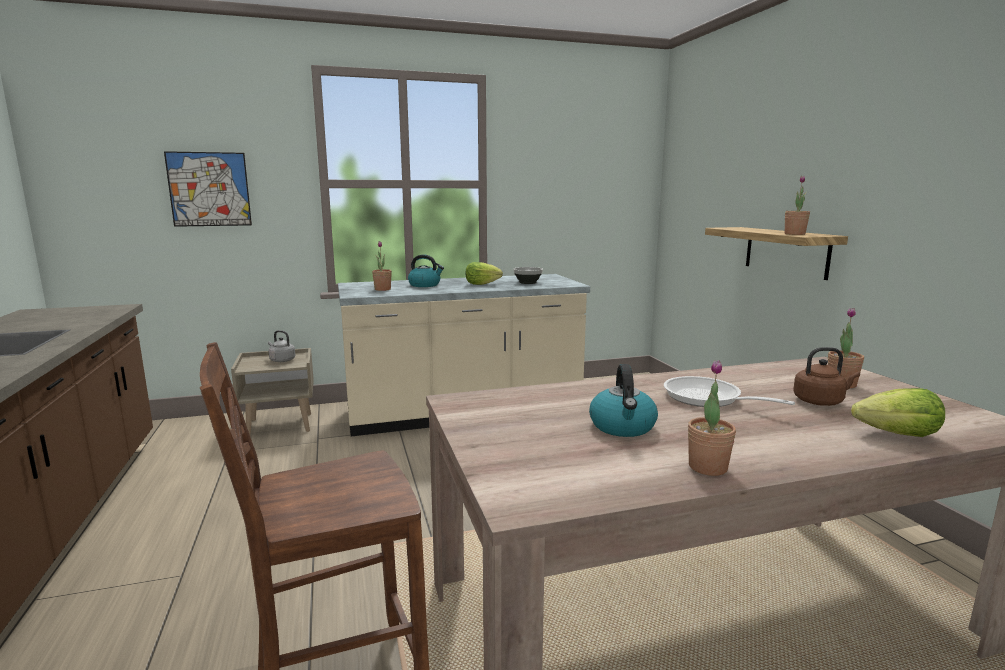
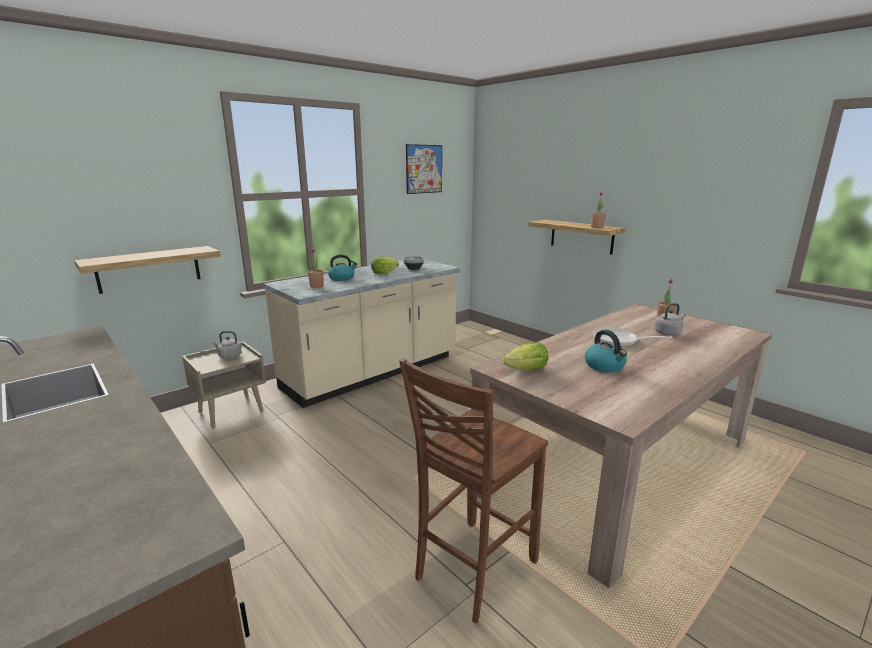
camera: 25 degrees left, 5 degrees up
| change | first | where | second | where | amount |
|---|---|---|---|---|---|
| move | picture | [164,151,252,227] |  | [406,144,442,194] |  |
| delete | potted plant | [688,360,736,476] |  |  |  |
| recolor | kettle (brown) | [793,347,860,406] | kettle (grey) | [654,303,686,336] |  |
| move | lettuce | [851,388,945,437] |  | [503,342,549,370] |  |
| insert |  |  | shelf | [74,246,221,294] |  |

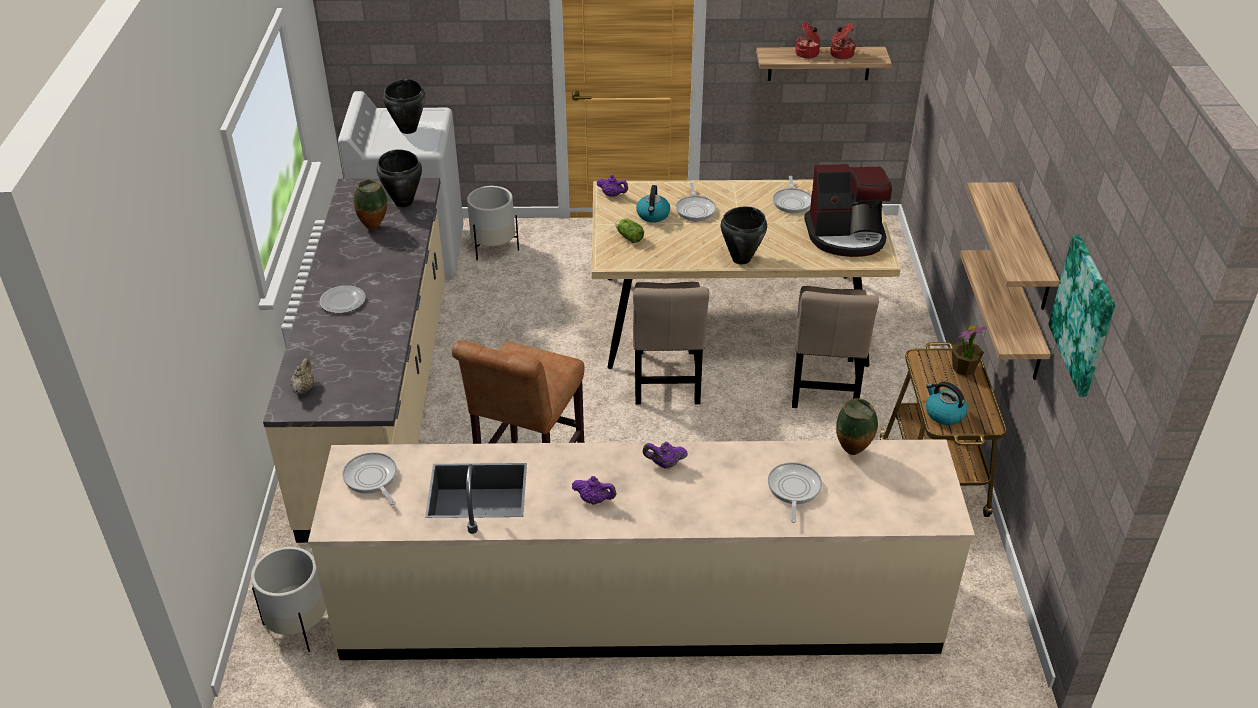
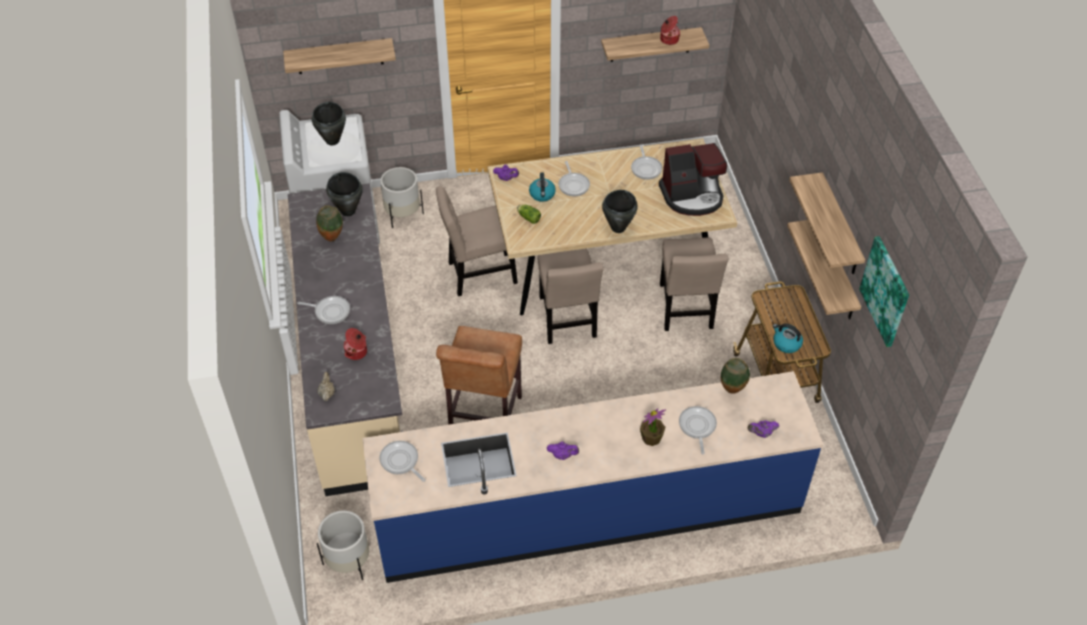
camera: 10 degrees left, 10 degrees up
| change | first | where | second | where | amount |
|---|---|---|---|---|---|
| recolor | counter (beige) | [308,439,975,660] | counter (blue) | [362,371,824,583] |  |
| replace | plate | [320,285,366,313] | frying pan | [297,296,350,324] |  |
| move | teapot (purple) | [643,442,688,469] |  | [748,420,780,438] |  |
| move | cooking pot | [795,22,820,58] |  | [344,328,367,360] |  |
| move | potted plant | [952,326,987,376] |  | [640,408,666,446] |  |
| insert |  |  | shelf | [283,38,396,74] |  |
| insert |  |  | chair (beige) | [436,186,518,296] |  |

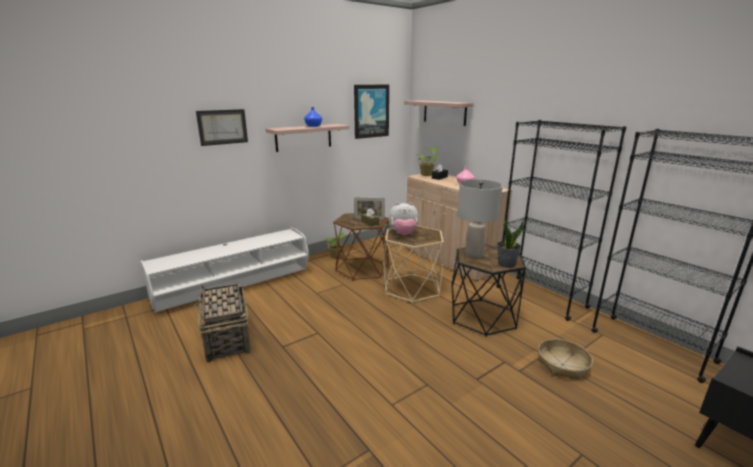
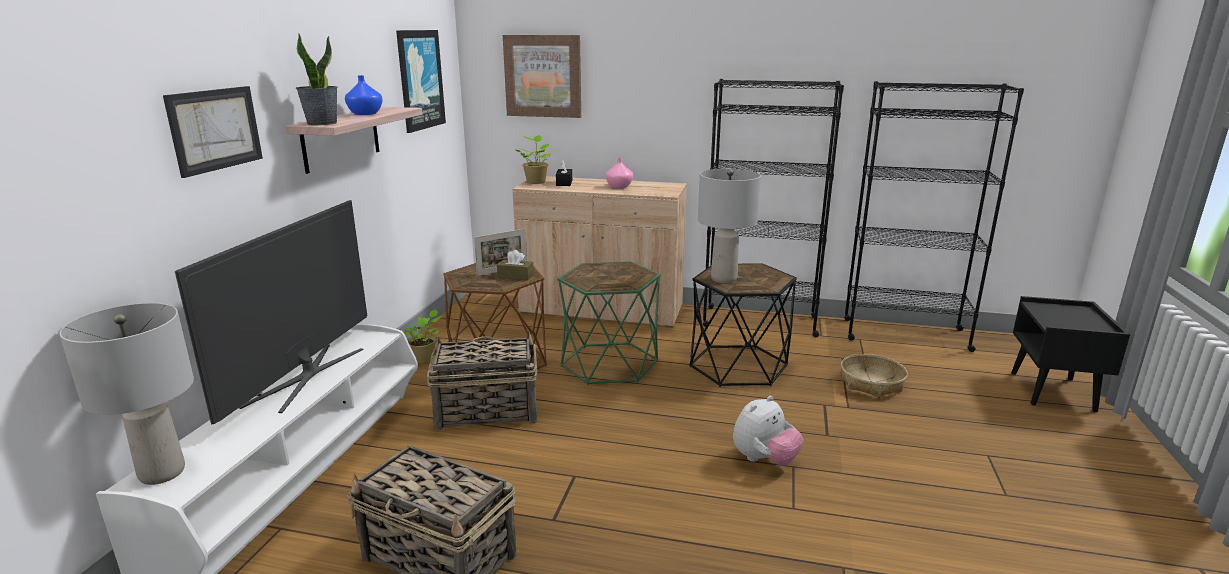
camera: 40 degrees left, 0 degrees up
| change | first | where | second | where | amount |
|---|---|---|---|---|---|
| recolor | side table (beige) | [383,225,444,303] | side table (green) | [557,261,661,385] |  |
| move | plush toy | [389,202,419,235] |  | [733,396,803,466] |  |
| replace | shelf | [404,100,474,126] | picture | [503,35,581,118] |  |
| move | potted plant | [497,219,524,268] |  | [296,33,338,125] |  |
| insert |  |  | table lamp (grey) | [59,303,194,485] |  |
| insert |  |  | television | [175,200,367,424] |  |
| insert |  |  | basket | [427,331,538,430] |  |

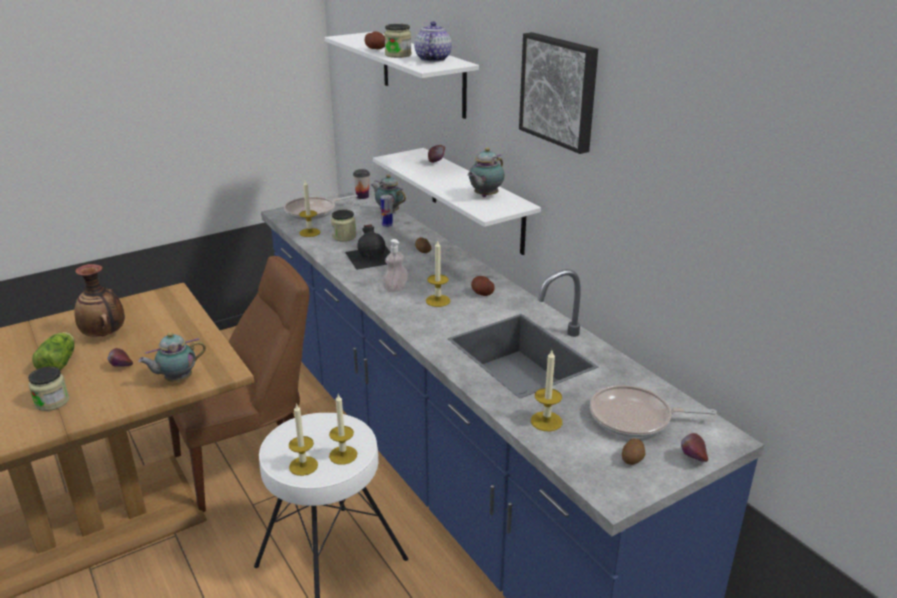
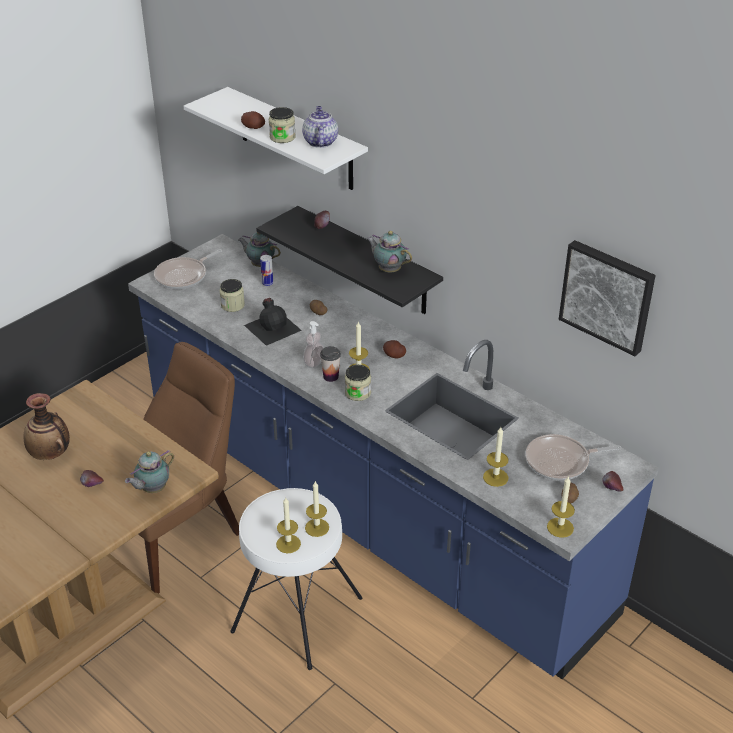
camera: 15 degrees left, 10 degrees up
| change | first | where | second | where | amount |
|---|---|---|---|---|---|
| move | jar | [28,366,69,411] |  | [345,365,371,401] |  |
| delete | lettuce | [32,332,75,371] |  |  |  |
| move | candle | [299,180,321,237] |  | [547,477,575,538] |  |
| move | cup | [353,169,370,199] |  | [320,346,341,382] |  |
| recolor | shelf (white) | [373,148,541,255] | shelf (black) | [256,206,443,314] |  |
| rotate | teapot | [468,148,504,197] |  | [367,231,412,272] | 105 degrees clockwise |
| move | picture | [519,32,598,154] |  | [559,240,656,356] |  |

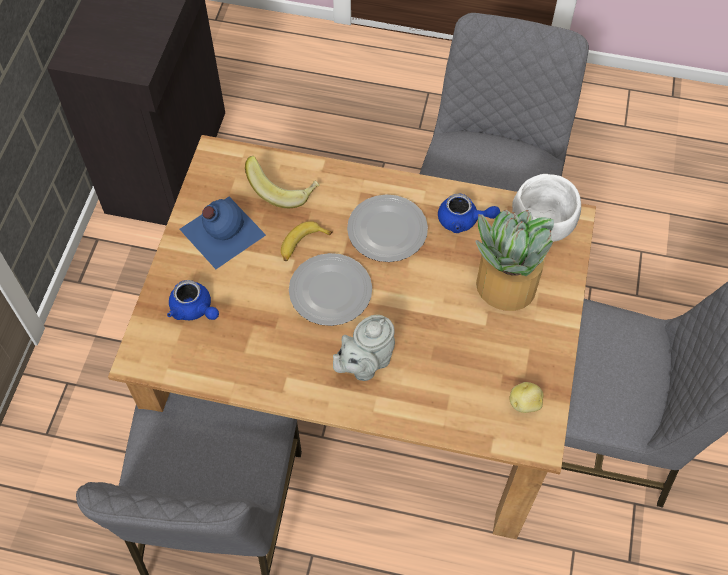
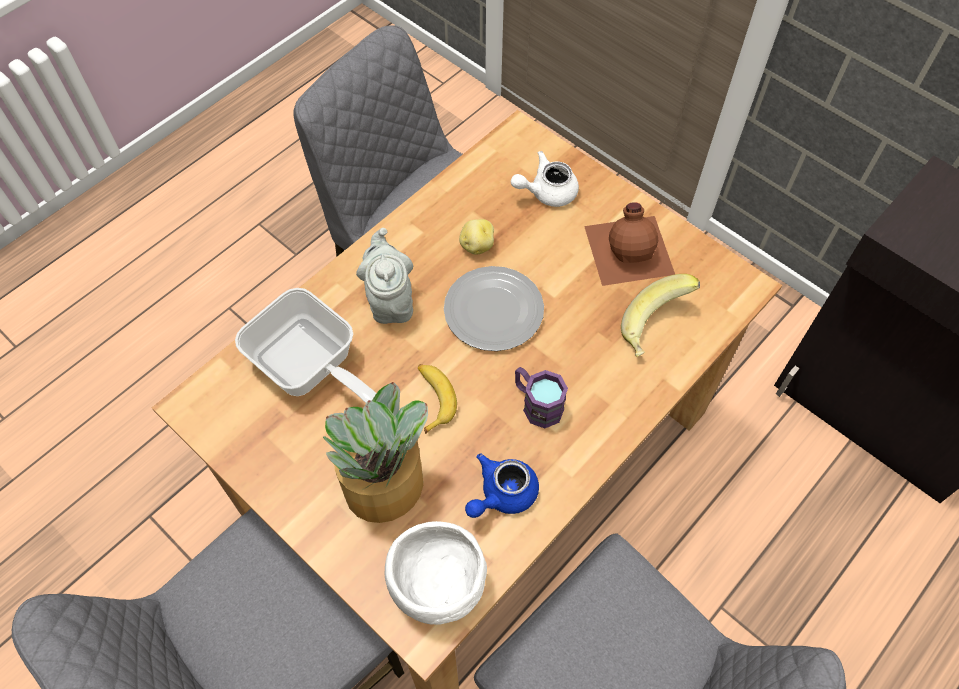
camera: 120 degrees right, 0 degrees up
| change | first | where | second | where | amount |
|---|---|---|---|---|---|
| recolor | teapot (blue) | [167,280,219,320] | teapot (white) | [511,151,579,207] |  |
| recolor | bottle (blue) | [179,197,266,269] | bottle (brown) | [584,202,675,286] |  |
| move | banana | [281,221,333,261] |  | [418,364,457,434] |  |
| replace | plate | [347,194,428,262] | mug (purple) | [515,367,568,428] |  |
| move | potato | [509,382,544,413] |  | [459,219,494,254] |  |
| insert |  |  | frying pan | [235,288,376,403] |  |

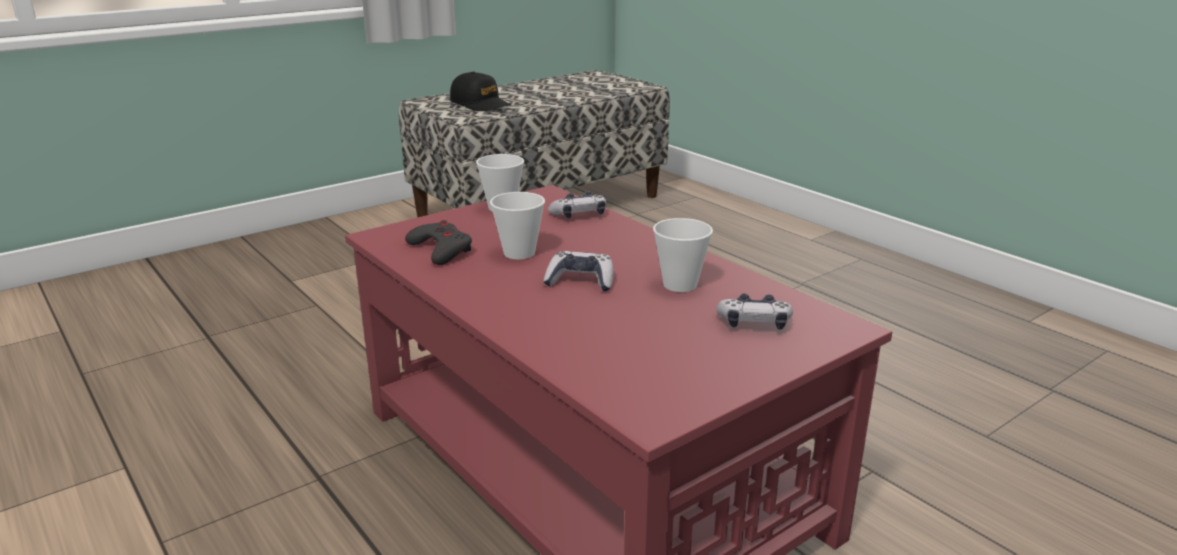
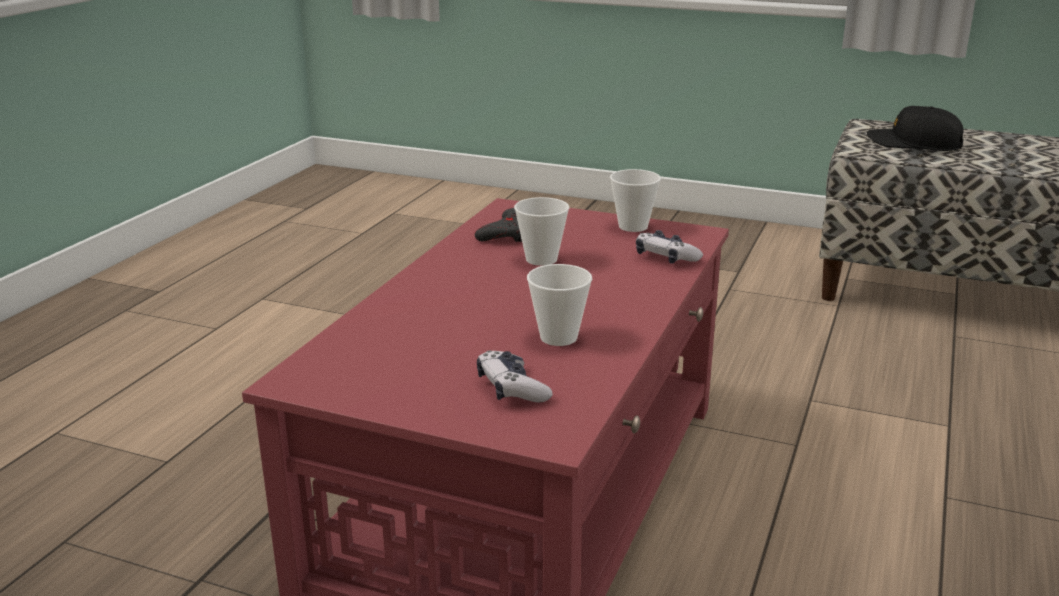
camera: 60 degrees right, 0 degrees up
| change | first | where | second | where | amount |
|---|---|---|---|---|---|
| rotate | cap (black) | [450,72,511,111] |  | [867,106,964,151] | 105 degrees clockwise |
| delete | game controller | [543,251,614,292] |  |  |  |

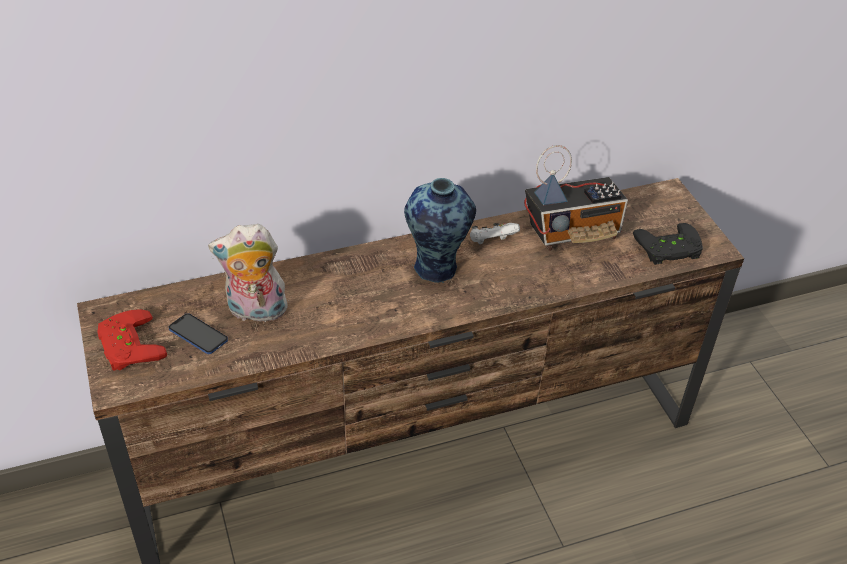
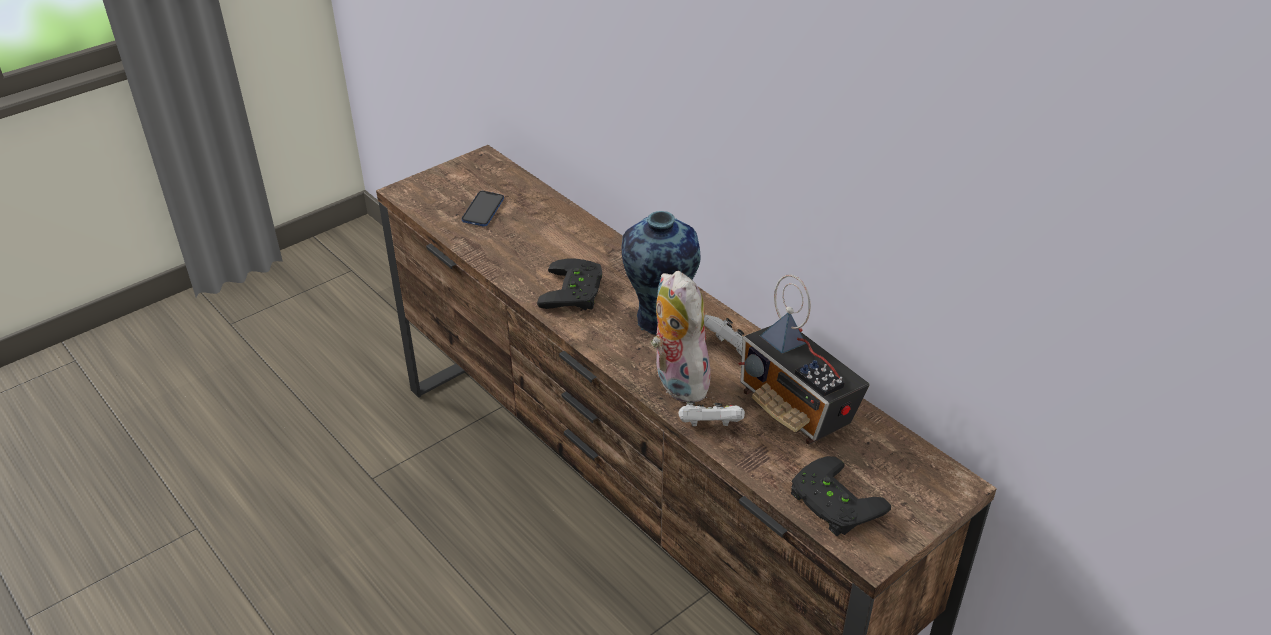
camera: 70 degrees right, 5 degrees down
| change | first | where | second | where | amount |
|---|---|---|---|---|---|
| delete | game controller (red) | [98,309,167,371] |  |  |  |
| move | plush toy | [208,224,290,322] |  | [651,270,711,402] |  |
| insert |  |  | game controller (black) | [537,258,602,310] |  |
| insert |  |  | game controller (white) | [679,401,745,426] |  |

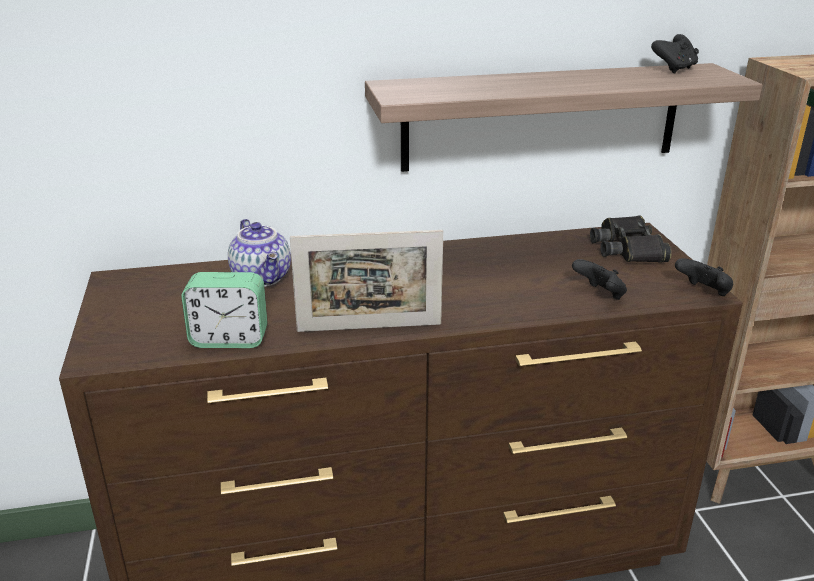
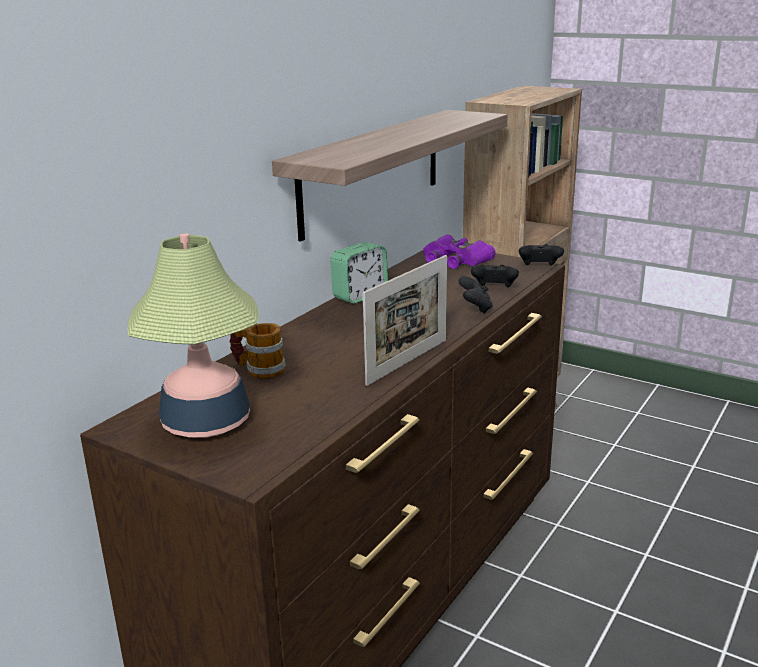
camera: 45 degrees left, 5 degrees down
| change | first | where | second | where | amount |
|---|---|---|---|---|---|
| move | alarm clock | [181,272,267,348] |  | [330,242,388,303] |  |
| replace | teapot | [228,219,291,287] | mug | [230,323,285,379] |  |
| recolor | binoculars (black) | [590,215,672,263] | binoculars (purple) | [423,234,496,269] |  |
| move | game controller (black) | [651,34,699,74] |  | [459,276,493,314] |  |
| insert |  |  | table lamp | [127,233,259,438] |  |

